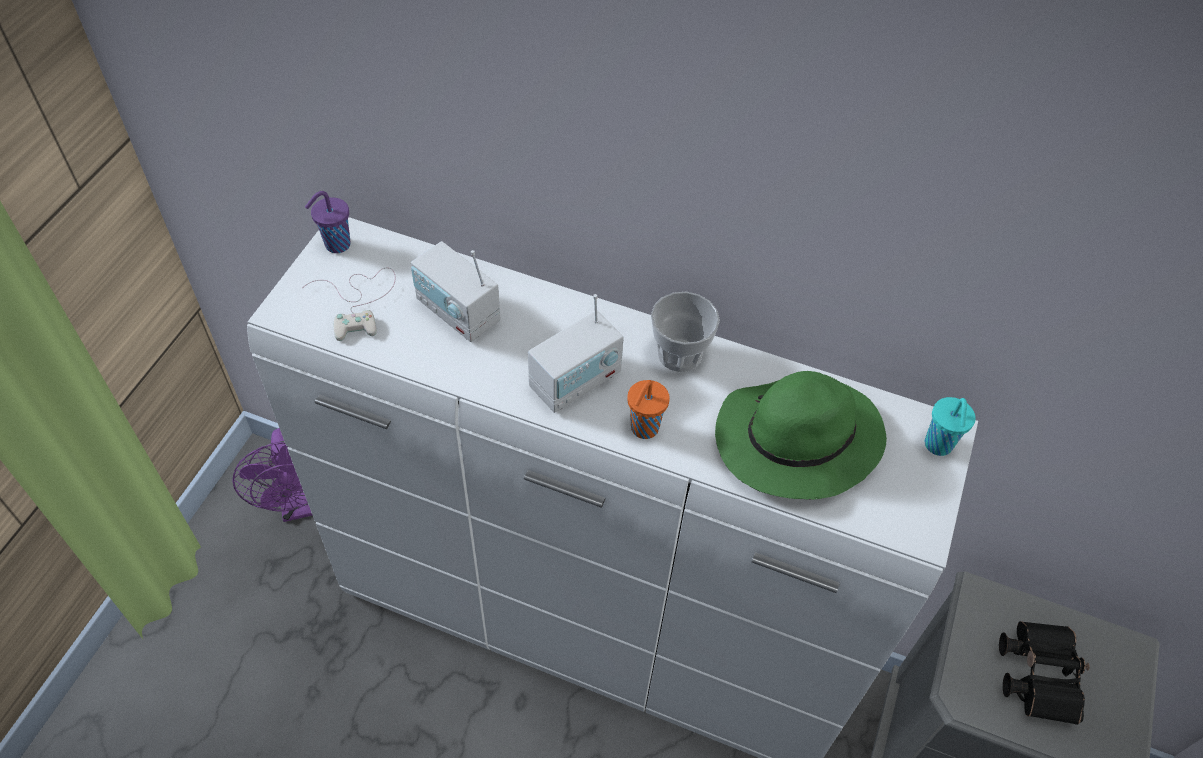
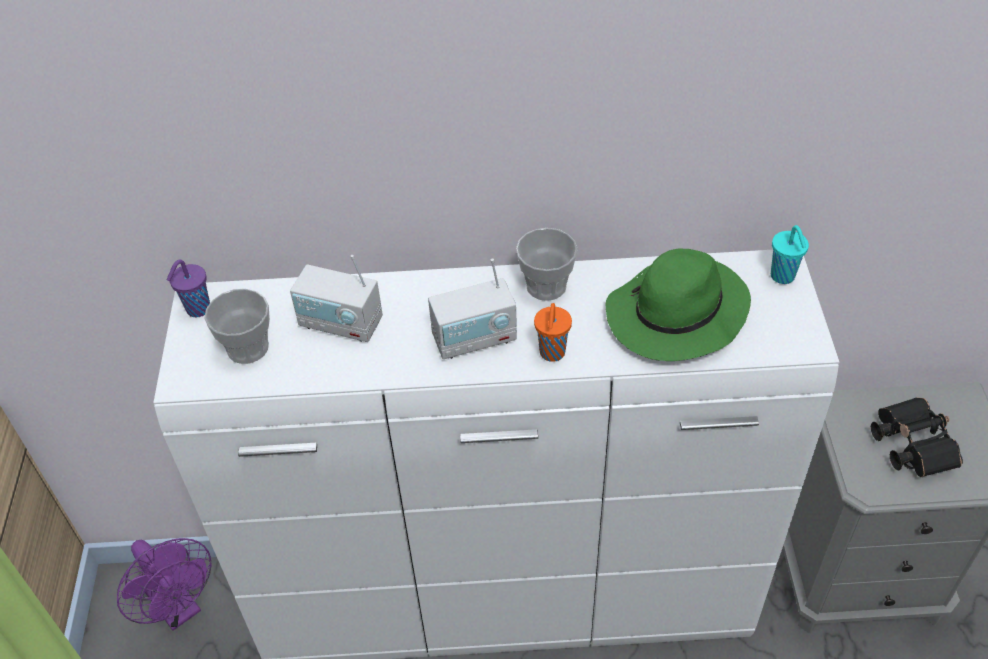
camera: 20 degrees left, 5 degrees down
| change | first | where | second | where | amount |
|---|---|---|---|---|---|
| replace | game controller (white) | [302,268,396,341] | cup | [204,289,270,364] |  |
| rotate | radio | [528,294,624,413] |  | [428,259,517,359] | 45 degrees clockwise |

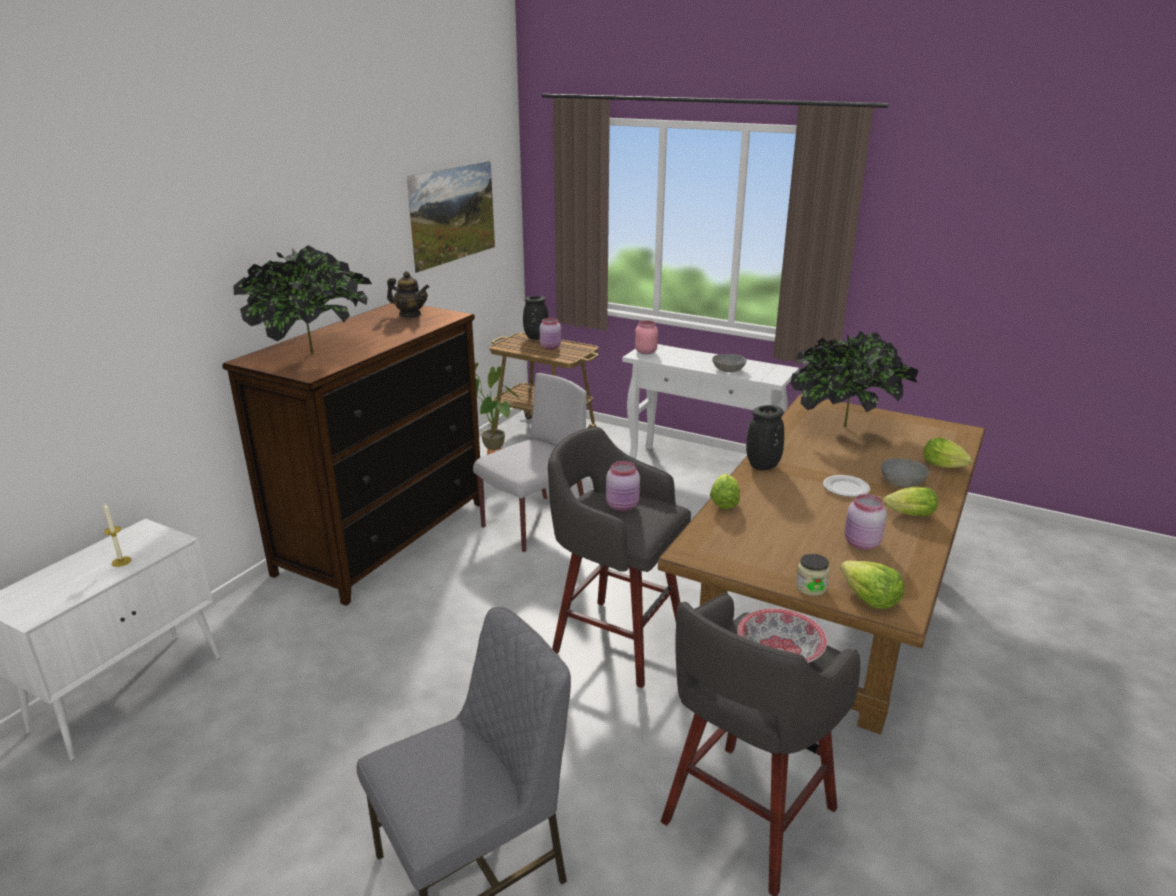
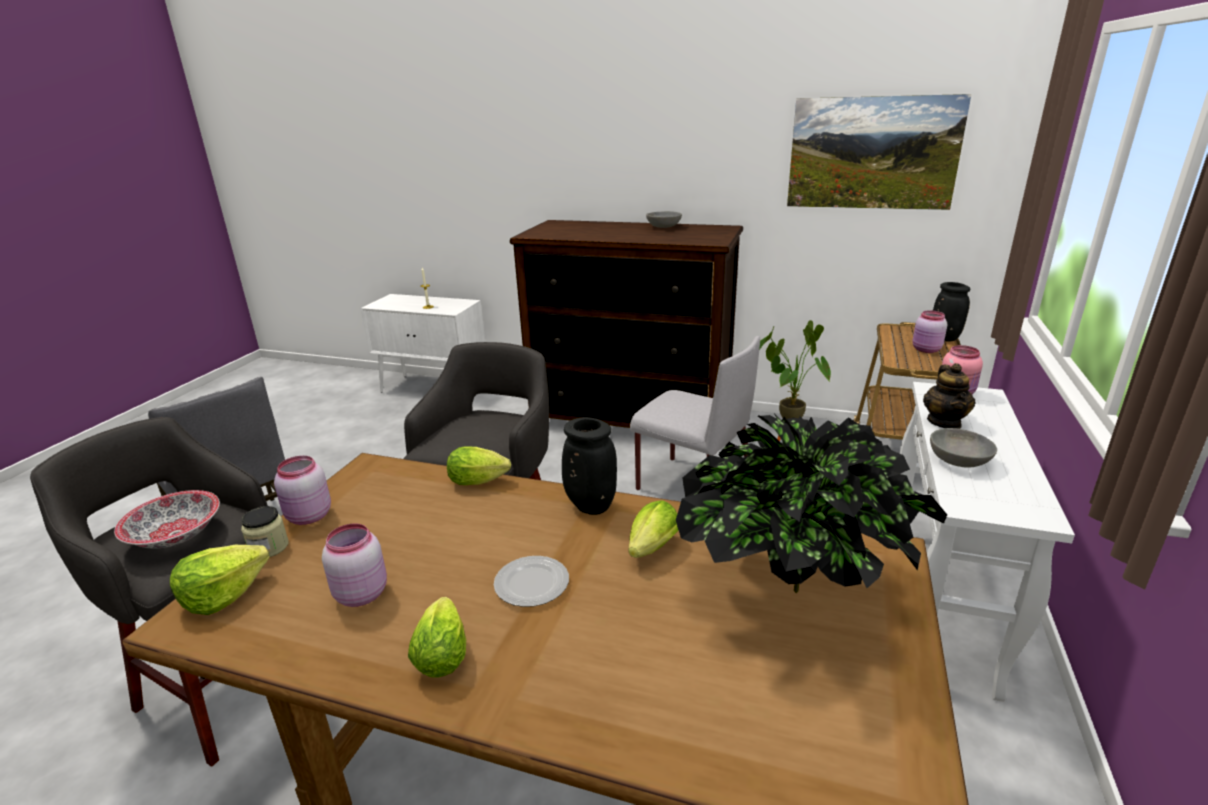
camera: 80 degrees right, 0 degrees up
| change | first | where | second | where | amount |
|---|---|---|---|---|---|
| delete | potted plant | [233,245,372,354] |  |  |  |
| move | teapot | [387,271,429,317] |  | [923,363,976,429] |  |
| move | jar (pink) | [606,461,640,511] |  | [274,455,331,525] |  |
| move | bowl (grey) | [881,458,929,487] |  | [646,211,682,228] |  |
| move | lettuce | [923,437,972,468] |  | [628,500,678,558] |  |

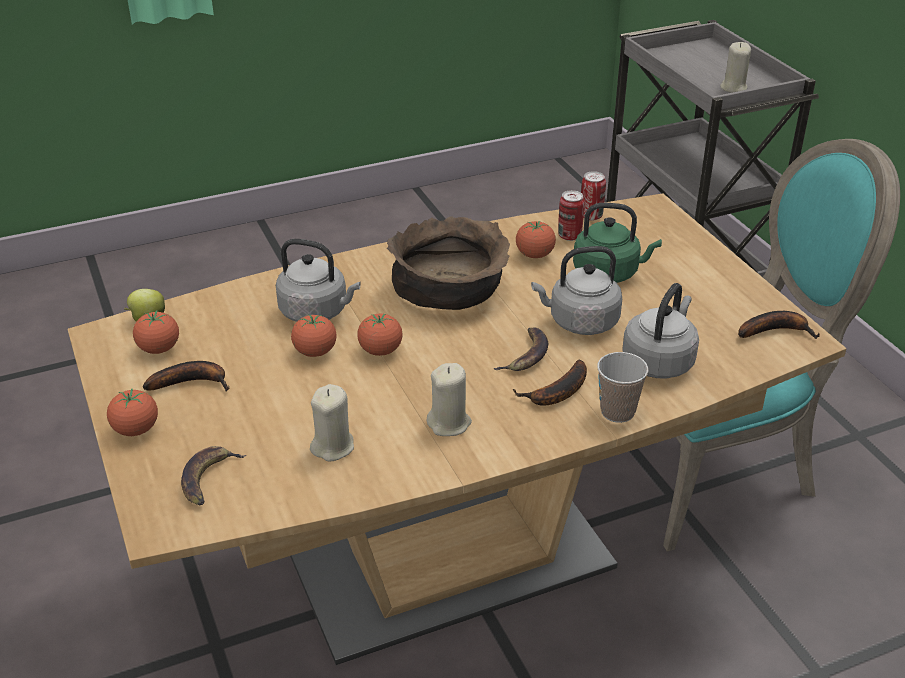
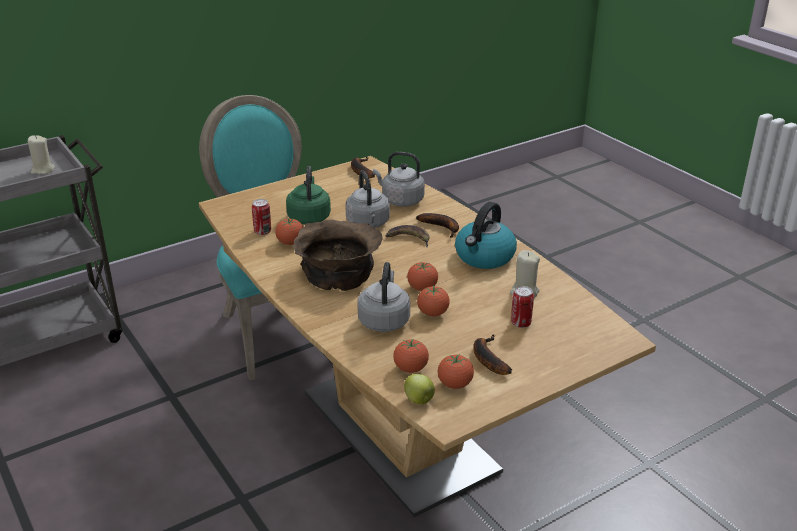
camera: 100 degrees left, 5 degrees down
| change | first | where | second | where | amount |
|---|---|---|---|---|---|
| move | tomato | [107,389,158,436] |  | [393,339,429,373] |  |
| delete | banana | [181,446,246,506] |  |  |  |
| replace | candle (beige) | [427,363,472,436] | kettle | [455,202,517,269] |  |
| move | can | [581,171,606,221] |  | [511,286,534,328] |  |
| delete | cup | [597,352,648,423] |  |  |  |

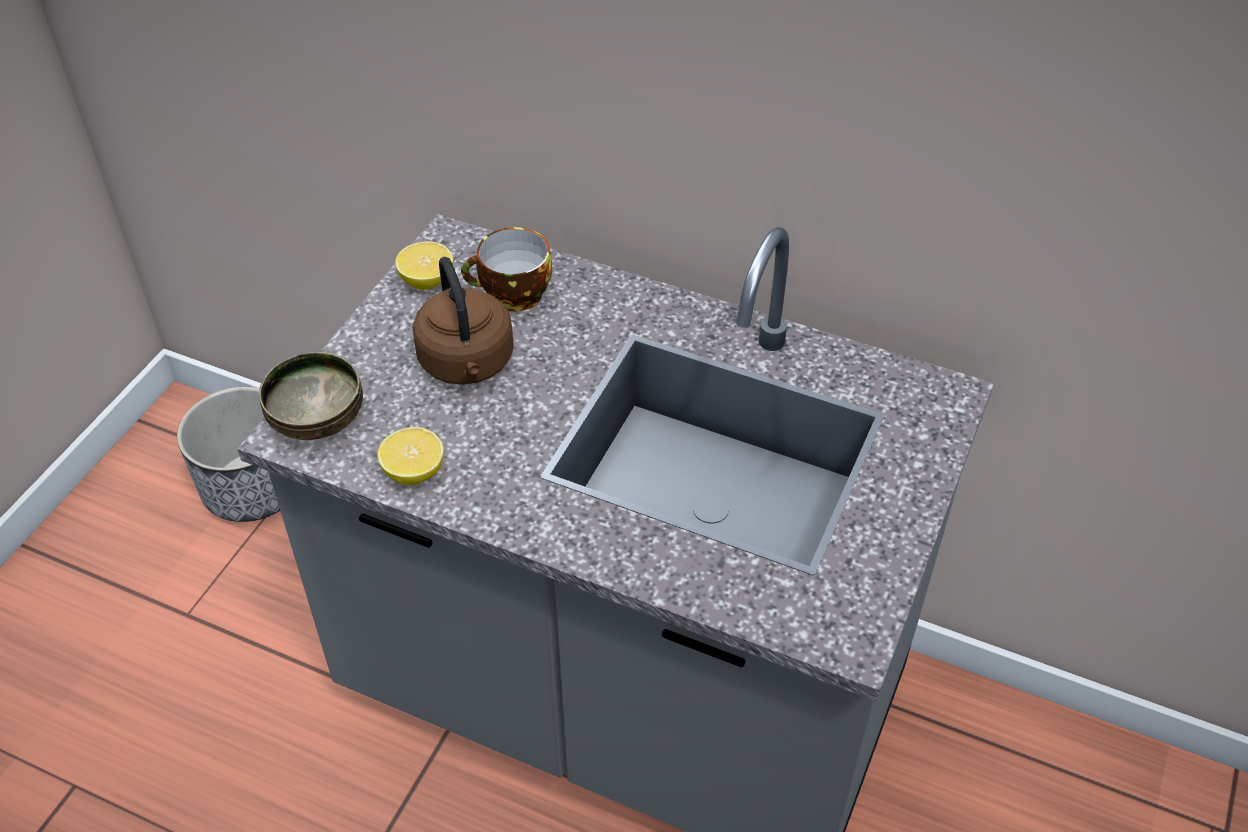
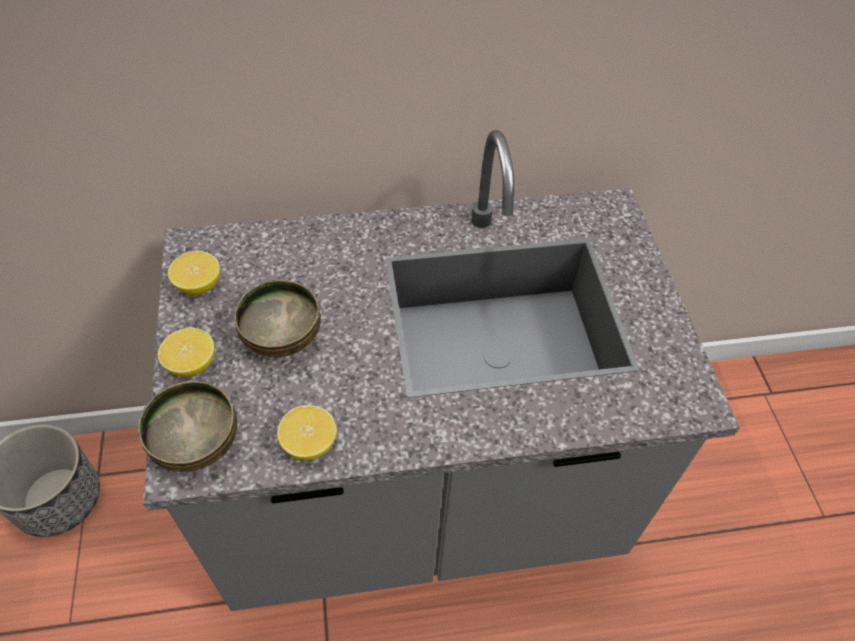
camera: 35 degrees left, 5 degrees up
| change | first | where | second | where | amount |
|---|---|---|---|---|---|
| replace | kettle (brown) | [413,257,514,385] | bowl | [234,280,321,357] |  |
| delete | cup | [461,227,552,312] |  |  |  |
| insert |  |  | lemon | [158,327,215,377] |  |

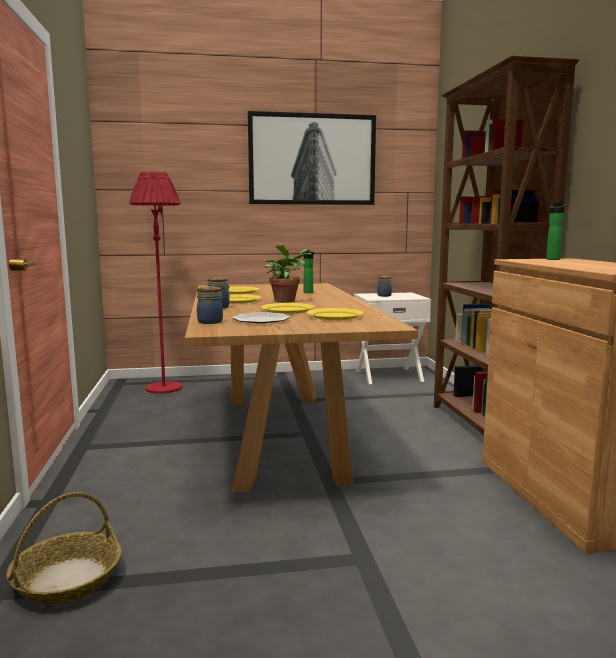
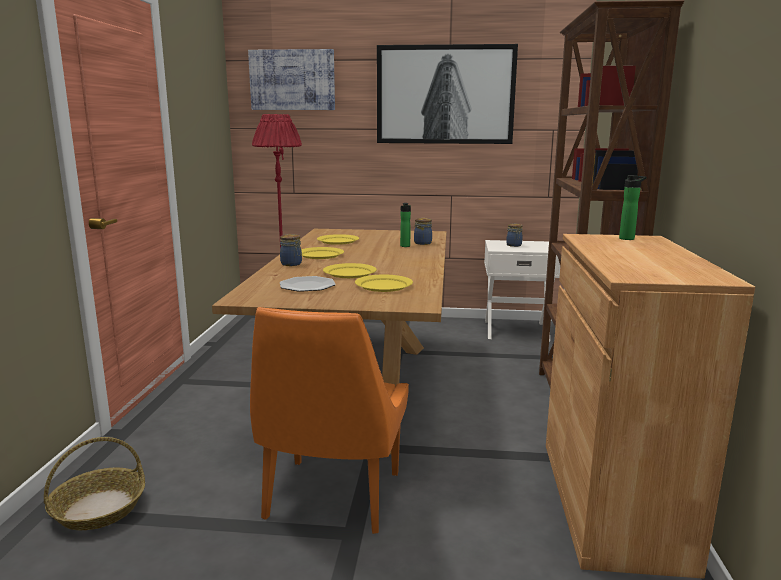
camera: 15 degrees right, 5 degrees up
| change | first | where | second | where | amount |
|---|---|---|---|---|---|
| move | jar | [197,286,223,324] |  | [414,218,432,245] |  |
| delete | potted plant | [264,245,312,303] |  |  |  |
| insert |  |  | picture | [248,49,335,110] |  |
| insert |  |  | chair (orange) | [250,307,409,534] |  |

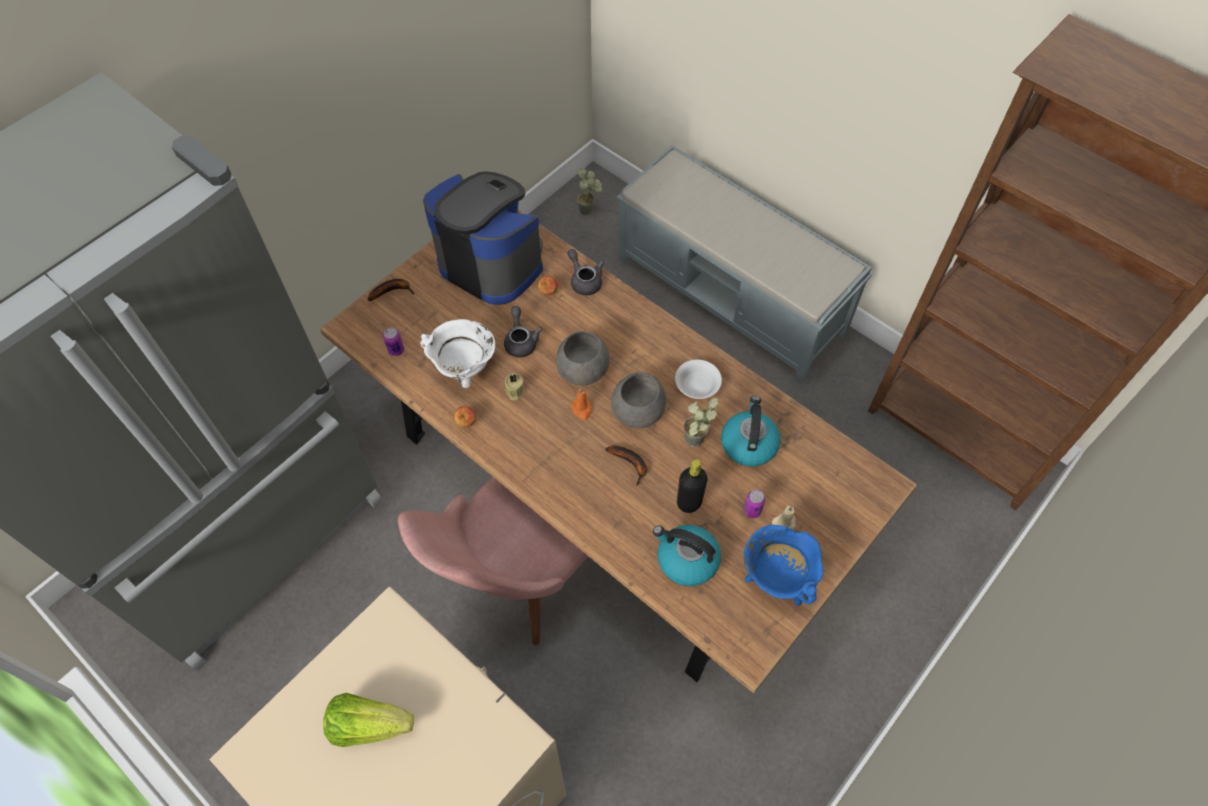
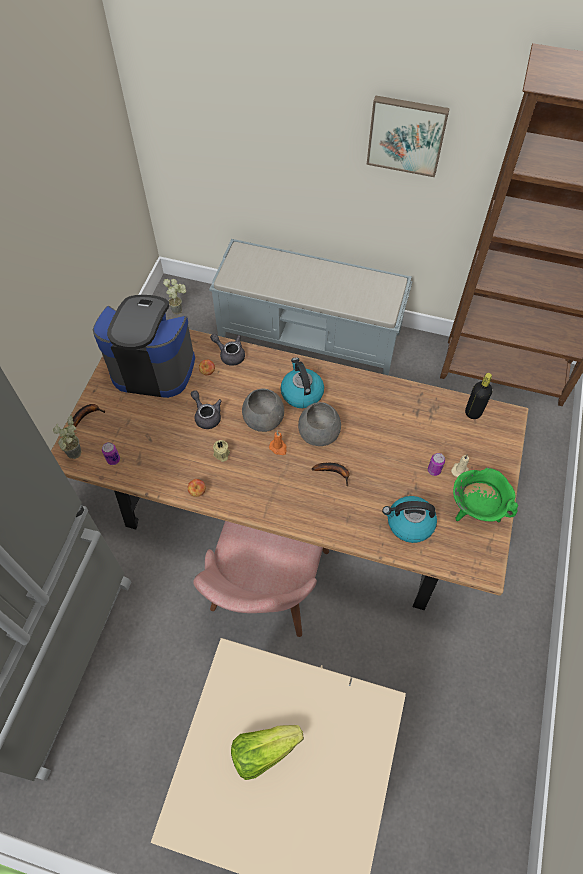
camera: 25 degrees left, 0 degrees up
| change | first | where | second | where | amount |
|---|---|---|---|---|---|
| delete | cooking pot (white) | [420,319,495,388] |  |  |  |
| delete | bowl (white) | [675,359,722,399] |  |  |  |
| move | bottle (black) | [677,459,708,513] |  | [465,373,492,419] |  |
| move | potted plant | [684,397,718,447] |  | [53,415,82,459] |  |
| move | kettle | [721,396,781,466] |  | [281,357,324,408] |  |
| recolor | cooking pot (blue) | [744,525,823,606] | cooking pot (green) | [453,468,518,523] |  |
| insert |  |  | picture | [366,95,450,177] |  |

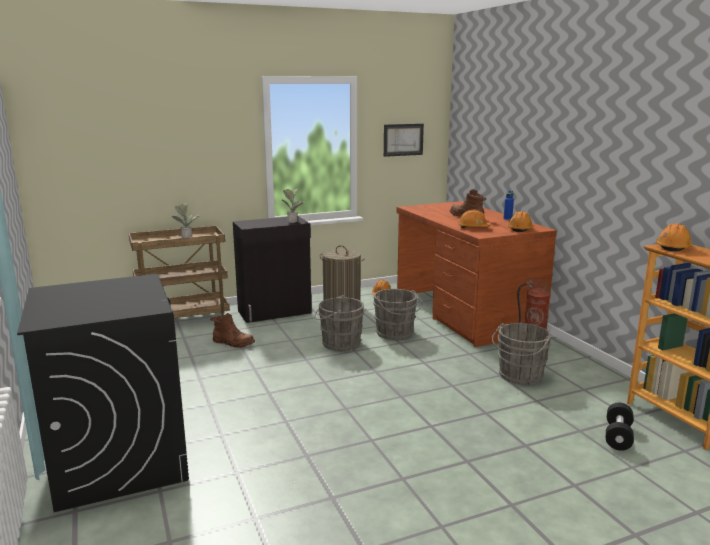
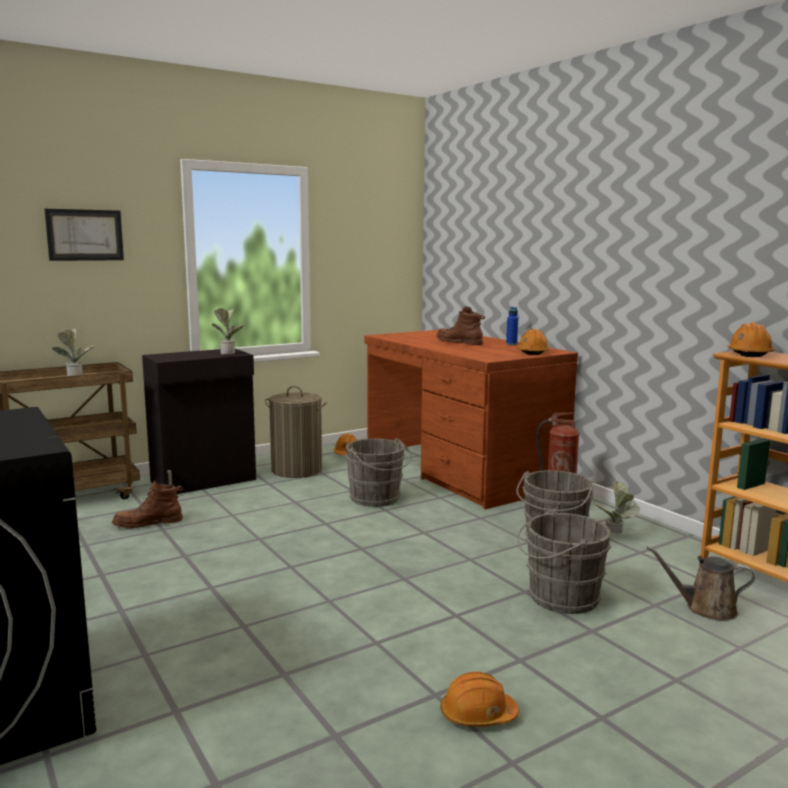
camera: 10 degrees left, 5 degrees down
| change | first | where | second | where | amount |
|---|---|---|---|---|---|
| rotate | boot (brown) | [210,313,255,348] |  | [112,480,183,529] | 150 degrees clockwise |
| move | bucket (grey) | [314,295,365,351] |  | [517,509,611,614] |  |
| move | picture | [384,124,424,157] |  | [45,209,124,261] |  |
| move | hard hat (orange) | [458,210,491,228] |  | [441,672,519,727] |  |
| replace | dumbbell (black) | [606,403,634,451] | watering can (brown) | [646,546,755,621] |  |
| insert |  |  | potted plant | [594,481,640,533] |  |

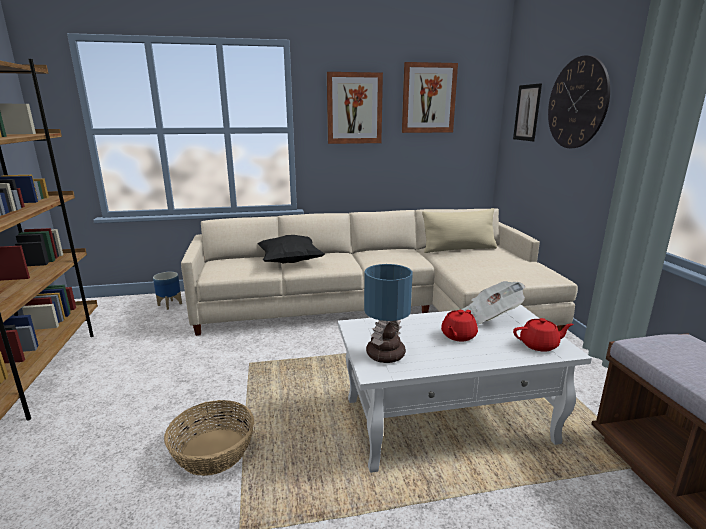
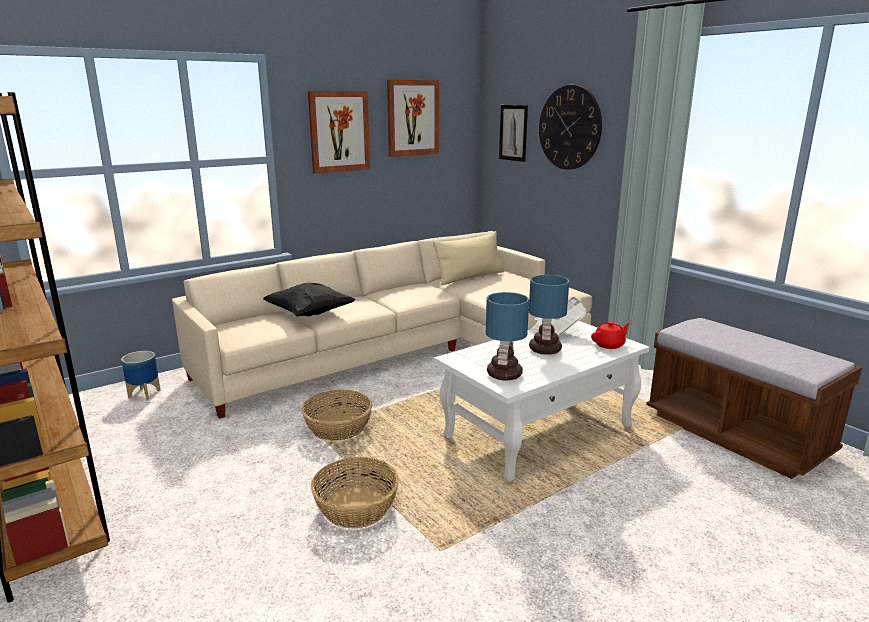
camera: 25 degrees left, 0 degrees up
| change | first | where | second | where | amount |
|---|---|---|---|---|---|
| replace | teapot (red) | [441,310,478,342] | table lamp | [529,275,569,355] |  |
| insert |  |  | basket | [301,390,373,441] |  |

